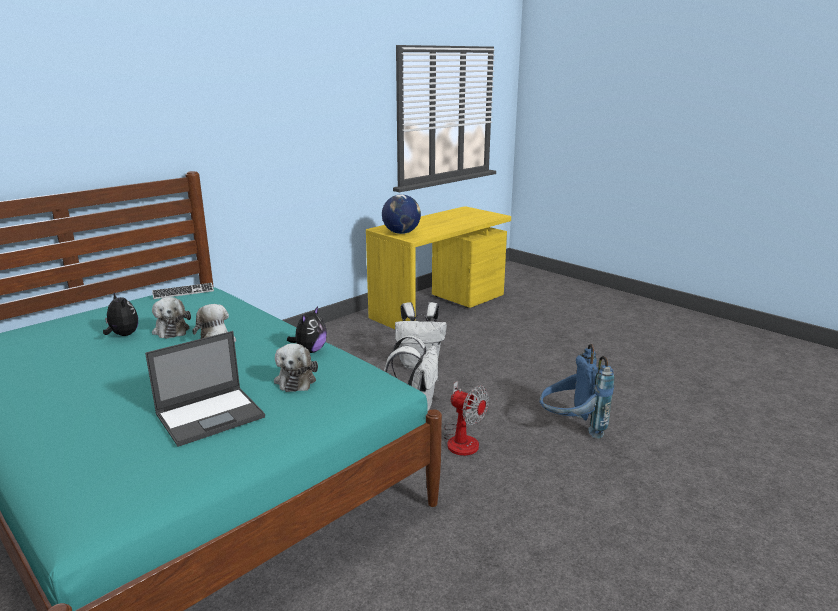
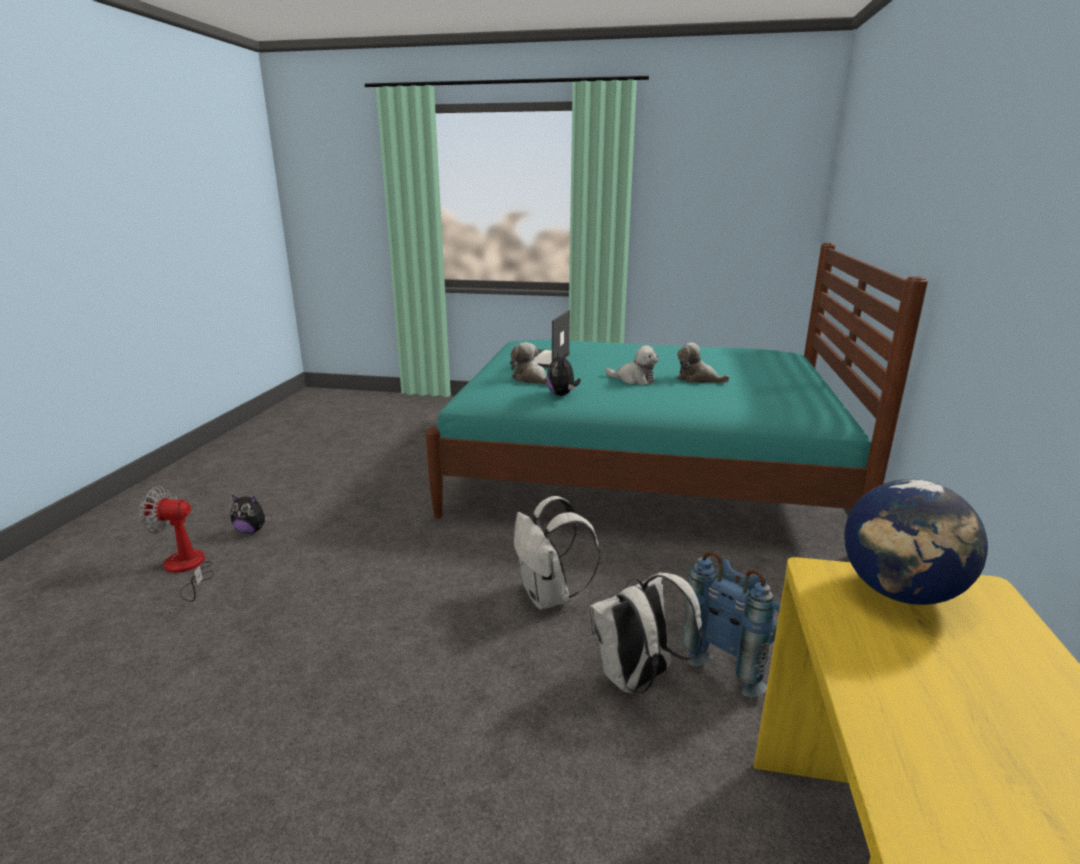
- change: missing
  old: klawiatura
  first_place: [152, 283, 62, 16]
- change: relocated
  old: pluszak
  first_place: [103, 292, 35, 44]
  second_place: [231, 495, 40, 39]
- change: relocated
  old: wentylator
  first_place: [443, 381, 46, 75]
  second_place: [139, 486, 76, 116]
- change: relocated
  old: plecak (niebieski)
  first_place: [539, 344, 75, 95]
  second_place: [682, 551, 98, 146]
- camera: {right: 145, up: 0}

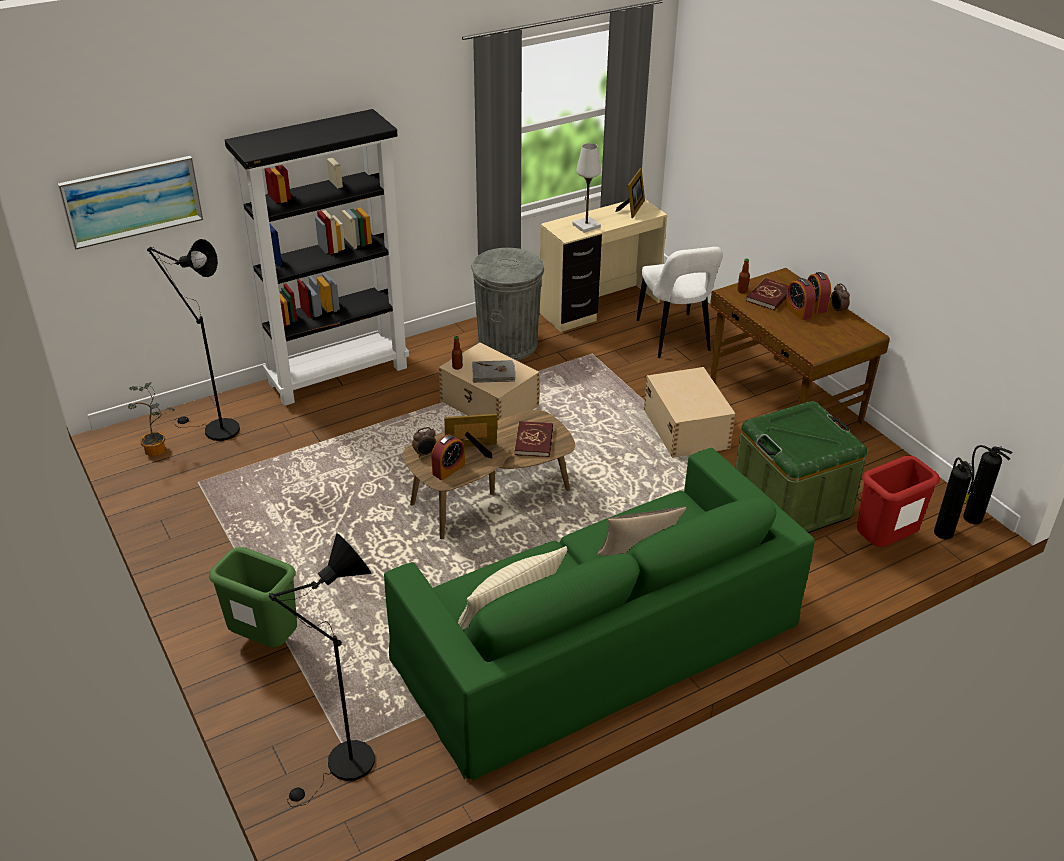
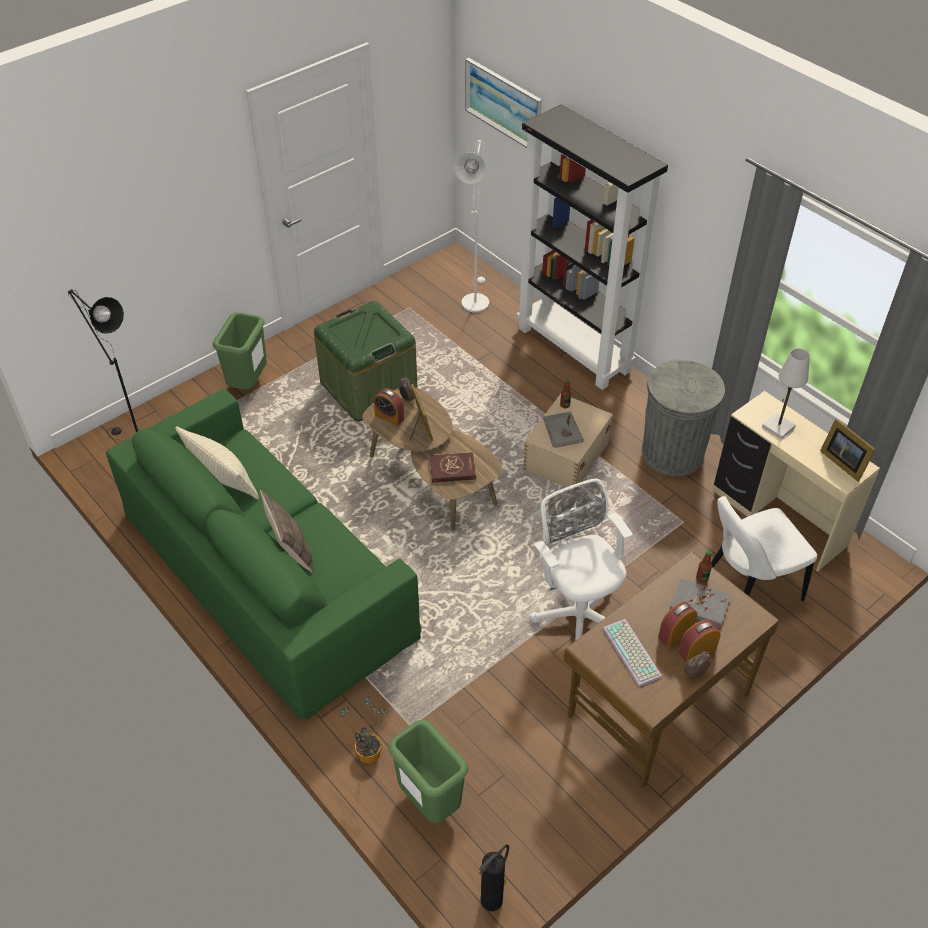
- change: missing
  old: gaśnica
  first_place: [934, 457, 39, 83]
- change: appeared
  new: klawiatura
  second_place: [603, 619, 59, 68]
- change: relocated
  old: roślina doniczkowa
  first_place: [128, 382, 47, 74]
  second_place: [340, 697, 47, 67]
- change: relocated
  old: pojemnik do przechowywania (zielony)
  first_place: [735, 401, 132, 132]
  second_place: [314, 301, 104, 120]
- change: exchanged
  old: pojemnik do przechowywania (beżowy)
  new: krzesło biurowe (biały)
  first_place: [644, 367, 91, 91]
  second_place: [530, 479, 103, 162]
- change: colour
  old: lampa stojąca (czarny)
  new: lampa stojąca (biały)
  first_place: [147, 239, 93, 202]
  second_place: [455, 140, 34, 173]
- change: colour
  old: książka (czerwony)
  new: książka (szary)
  first_place: [746, 278, 43, 33]
  second_place: [669, 578, 62, 50]
- change: colour
  old: kosz na śmieci (czerwony)
  new: kosz na śmieci (zielony)
  first_place: [857, 456, 83, 91]
  second_place: [388, 720, 80, 103]
- change: spun
  old: ramka na zdjęcie
  first_place: [616, 168, 29, 50]
  second_place: [820, 419, 56, 63]
  degrees: 45
- camera: {right: 80, up: 10}

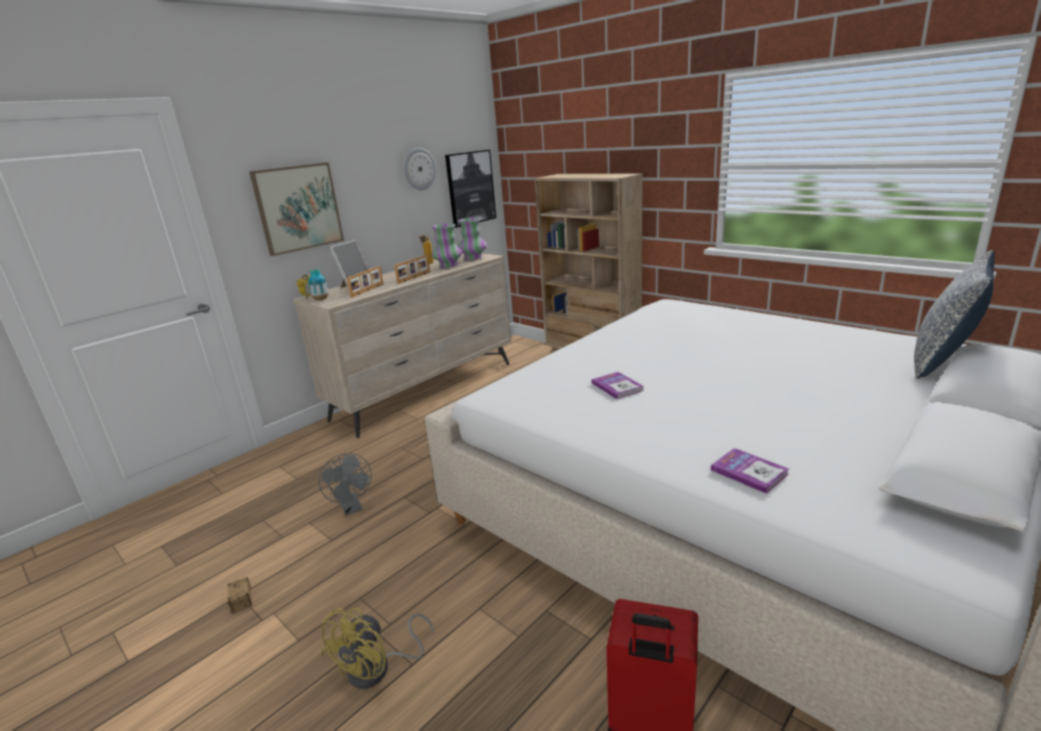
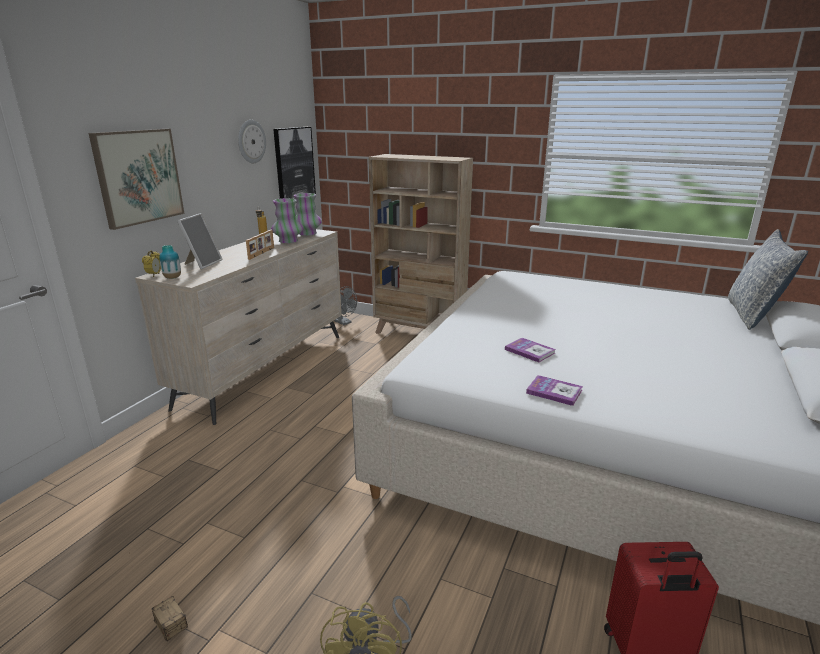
- change: missing
  old: ramka na zdjęcie
  first_place: [347, 266, 37, 32]
- change: relocated
  old: wentylator (szary)
  first_place: [319, 453, 53, 63]
  second_place: [334, 286, 23, 39]
- change: relocated
  old: książka
  first_place: [711, 448, 78, 46]
  second_place: [526, 375, 57, 31]
- camera: {right: -20, up: 0}

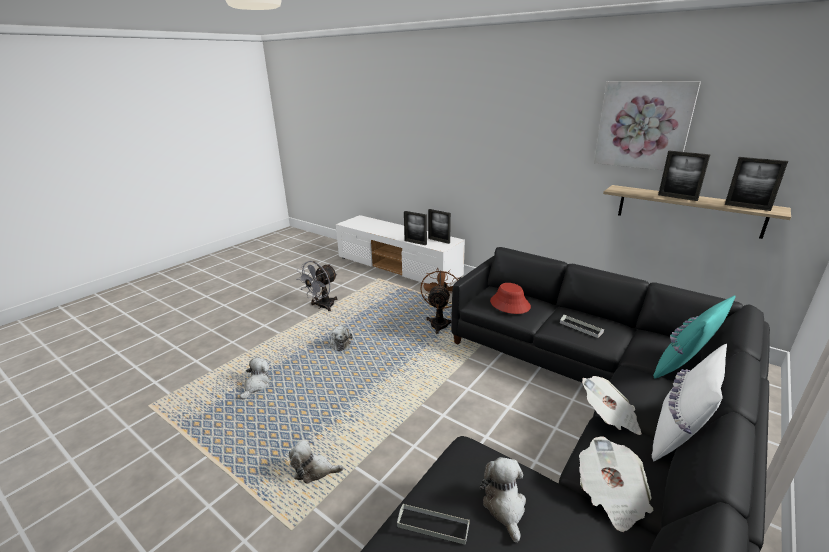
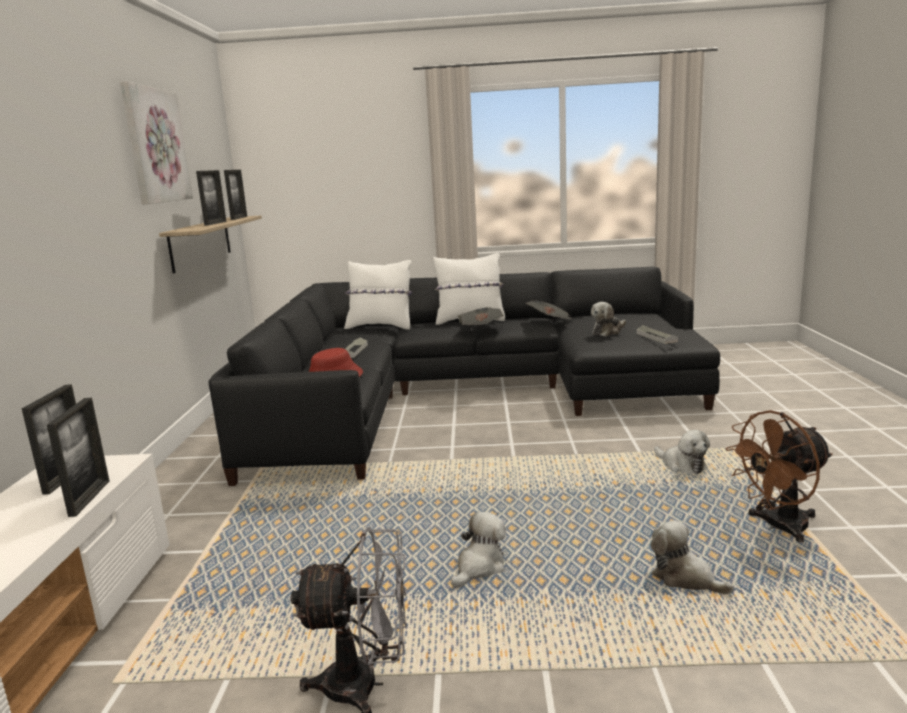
- change: relocated
  old: wentylator (brązowy)
  first_place: [420, 268, 40, 66]
  second_place: [725, 410, 108, 133]
- change: colour
  old: poduszka (turkusowy)
  new: poduszka (biały)
  first_place: [653, 295, 83, 84]
  second_place: [344, 260, 68, 70]
- change: spun
  old: pluszak
  first_place: [240, 358, 31, 41]
  second_place: [651, 520, 83, 75]
  degrees: 60
- camera: {right: -125, up: -10}

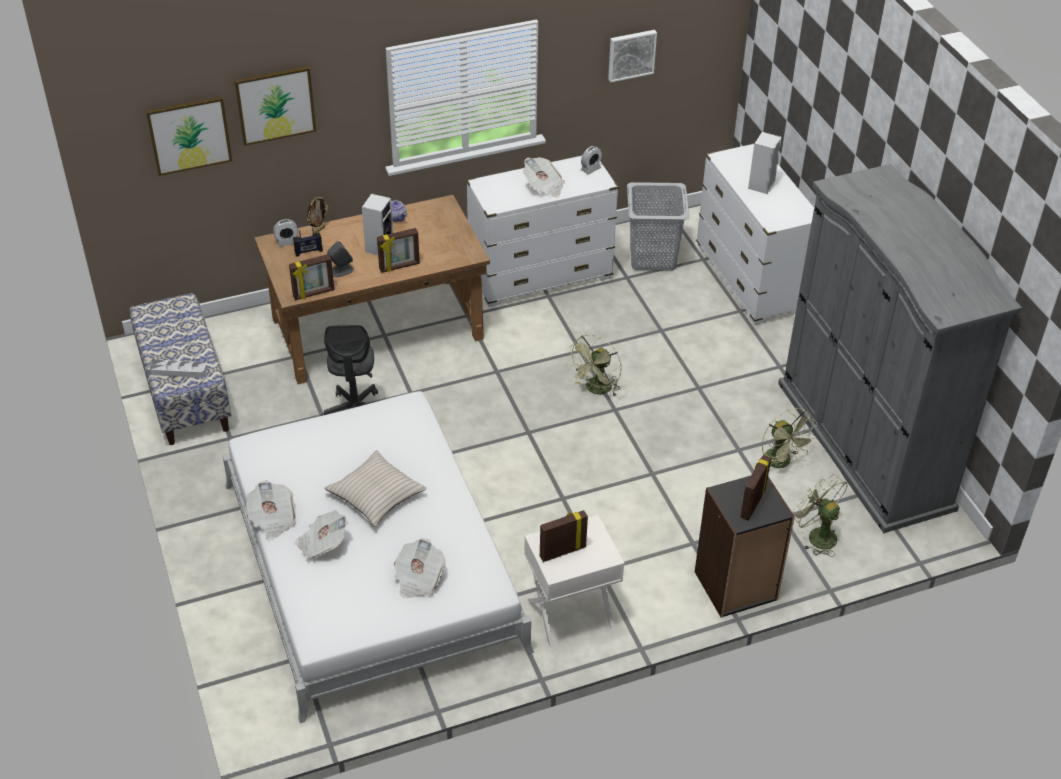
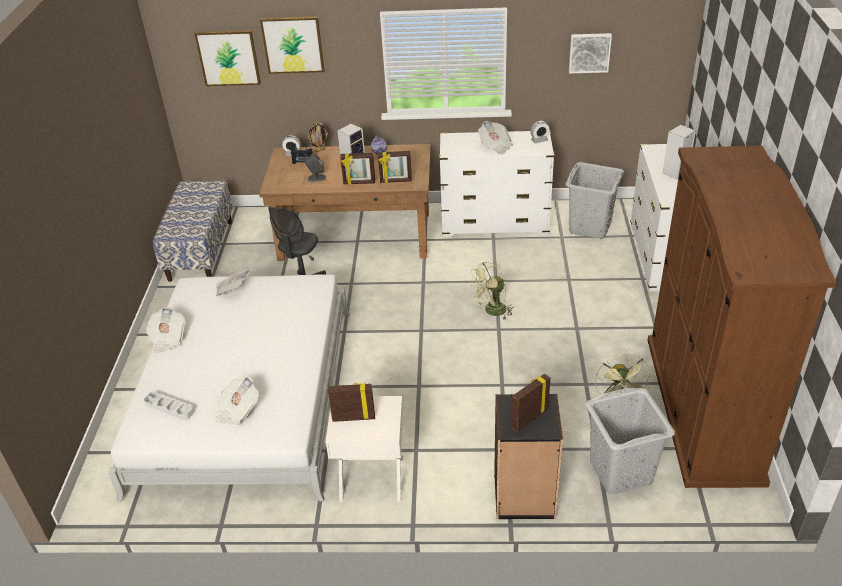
- change: missing
  old: poduszka (beżowy)
  first_place: [324, 450, 103, 77]
- change: relocated
  old: taca (szary)
  first_place: [149, 359, 58, 19]
  second_place: [144, 392, 50, 28]
- change: relocated
  old: ramka na zdjęcie
  first_place: [289, 254, 45, 46]
  second_place: [378, 151, 34, 32]
- change: relocated
  old: gazeta
  first_place: [295, 510, 53, 50]
  second_place: [216, 267, 33, 29]
- change: exchanged
  old: wentylator (zielony)
  new: kosz na pranie (szary)
  first_place: [792, 474, 56, 83]
  second_place: [586, 388, 89, 107]
- change: colour
  old: szafa (szary)
  new: szafa (brązowy)
  first_place: [778, 164, 244, 369]
  second_place: [648, 146, 189, 342]
- camera: {right: 25, up: -5}

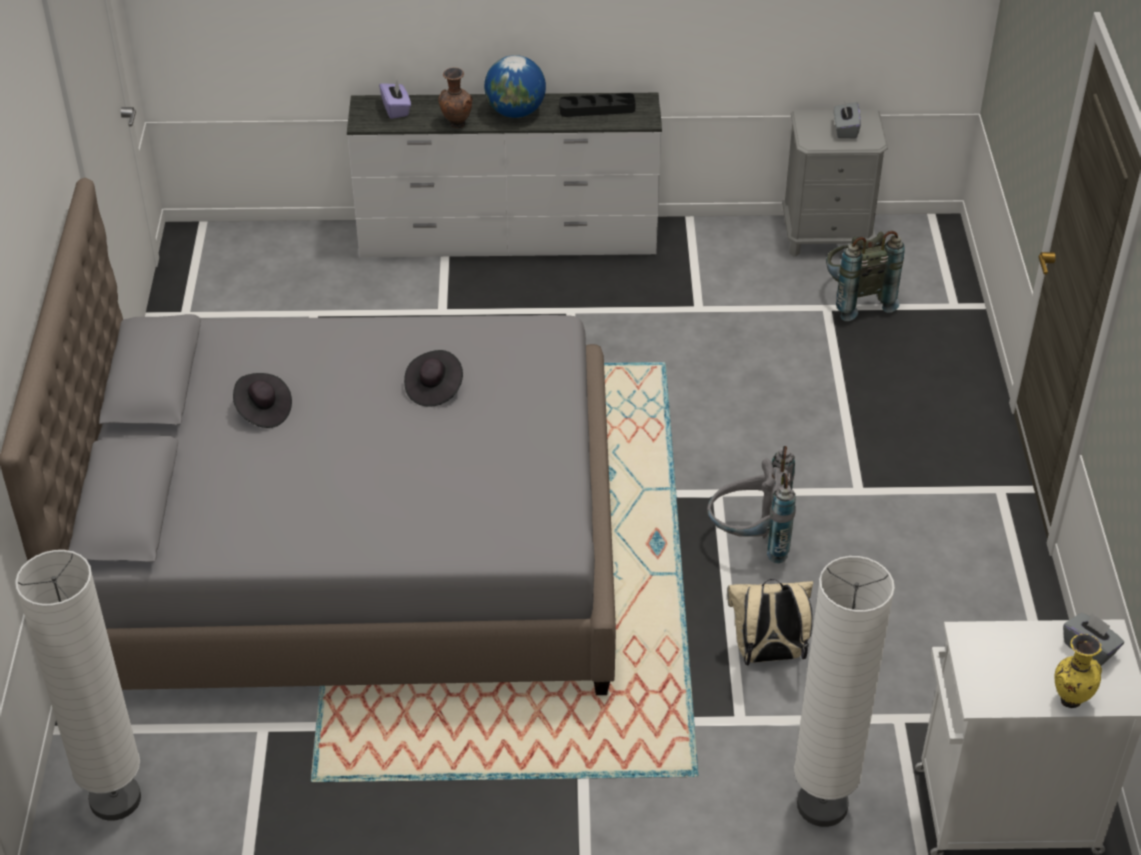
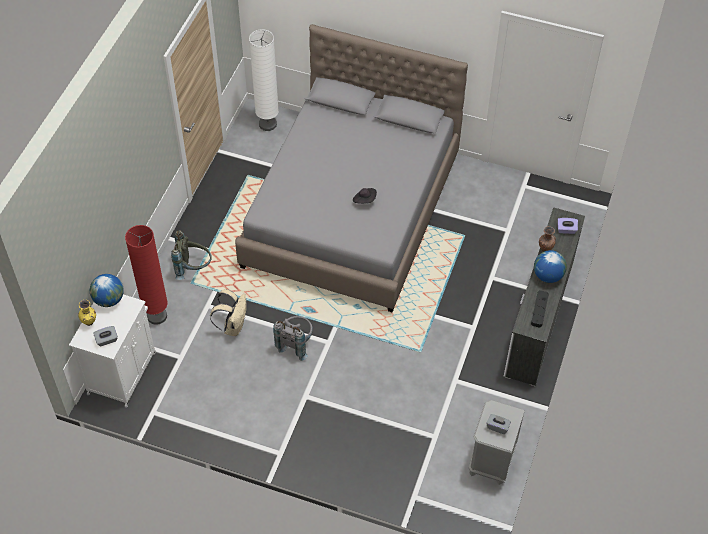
- change: missing
  old: kapelusz (czarny)
  first_place: [233, 373, 59, 55]
- change: appeared
  new: globus
  second_place: [90, 274, 34, 33]
- change: relocated
  old: plecak (szary)
  first_place: [826, 231, 79, 90]
  second_place: [171, 230, 41, 50]
- change: colour
  old: lampa stojąca (biały)
  new: lampa stojąca (czerwony)
  first_place: [794, 556, 101, 271]
  second_place: [125, 225, 43, 100]
- camera: {right: 110, up: 10}

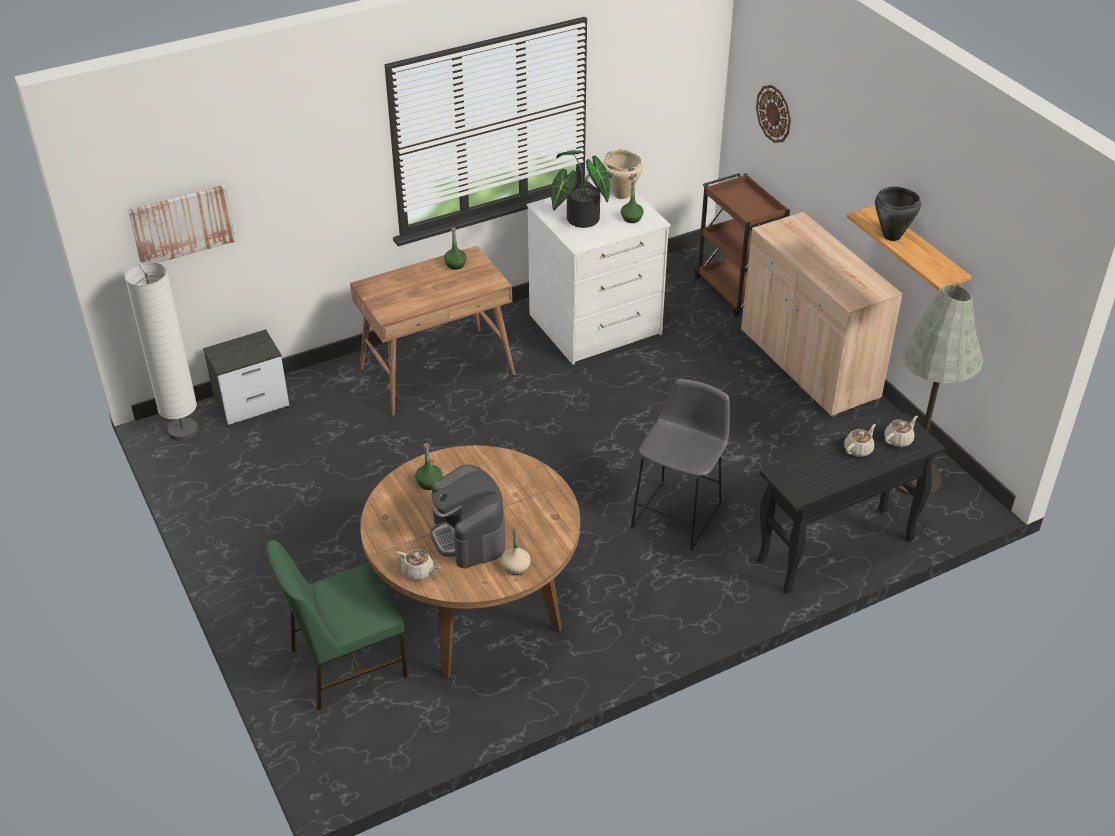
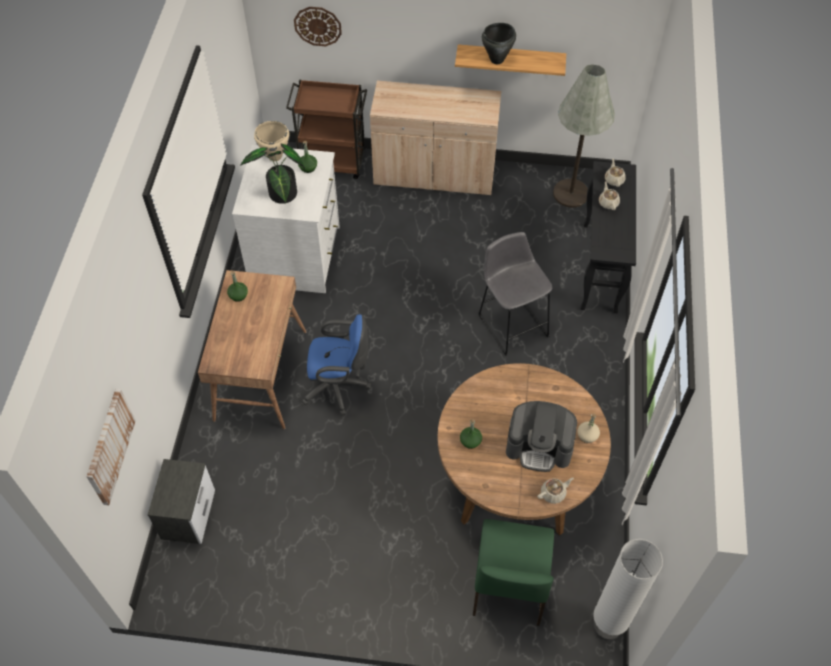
- change: appeared
  new: krzesło biurowe (niebieski)
  second_place: [302, 314, 69, 101]
- change: relocated
  old: lampa stojąca (biały)
  first_place: [124, 261, 74, 180]
  second_place: [593, 539, 70, 102]
- camera: {right: -55, up: 15}

